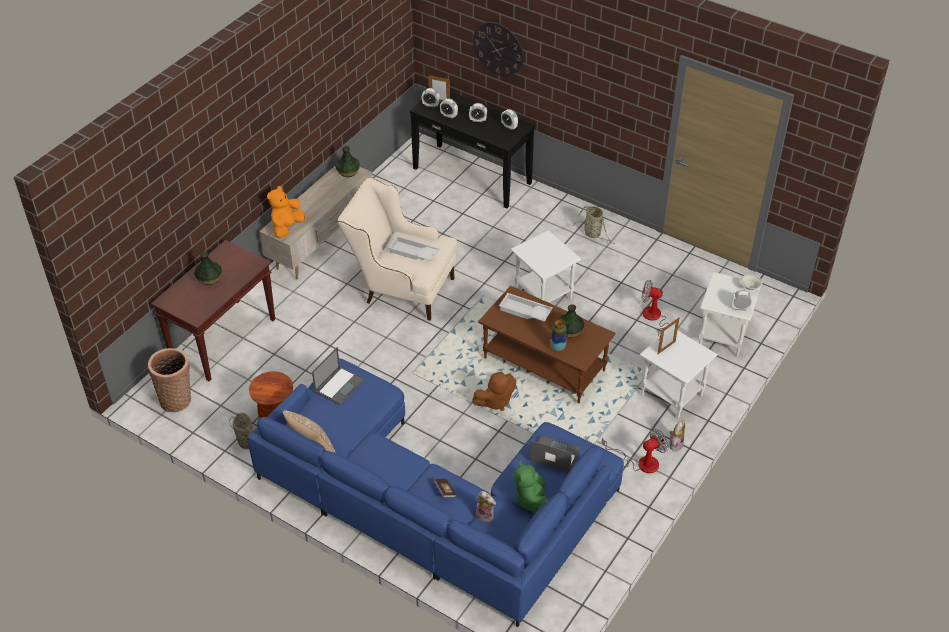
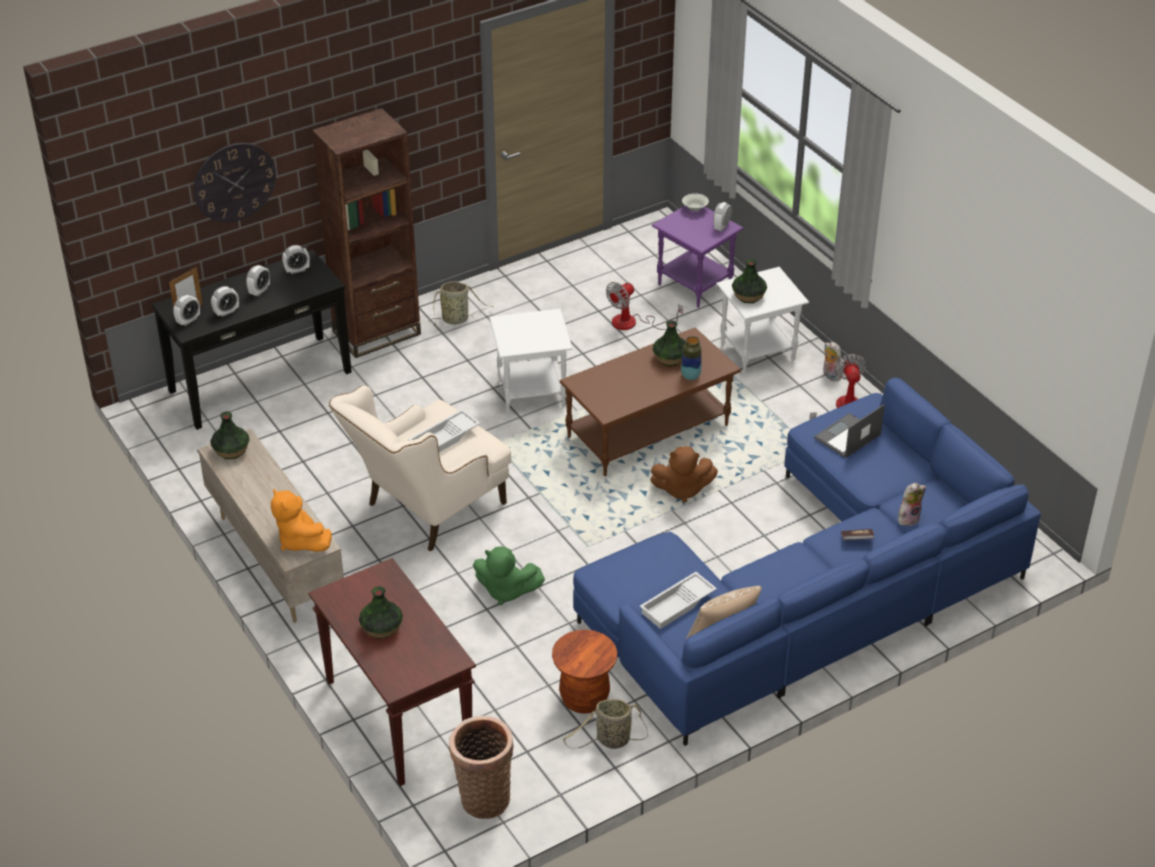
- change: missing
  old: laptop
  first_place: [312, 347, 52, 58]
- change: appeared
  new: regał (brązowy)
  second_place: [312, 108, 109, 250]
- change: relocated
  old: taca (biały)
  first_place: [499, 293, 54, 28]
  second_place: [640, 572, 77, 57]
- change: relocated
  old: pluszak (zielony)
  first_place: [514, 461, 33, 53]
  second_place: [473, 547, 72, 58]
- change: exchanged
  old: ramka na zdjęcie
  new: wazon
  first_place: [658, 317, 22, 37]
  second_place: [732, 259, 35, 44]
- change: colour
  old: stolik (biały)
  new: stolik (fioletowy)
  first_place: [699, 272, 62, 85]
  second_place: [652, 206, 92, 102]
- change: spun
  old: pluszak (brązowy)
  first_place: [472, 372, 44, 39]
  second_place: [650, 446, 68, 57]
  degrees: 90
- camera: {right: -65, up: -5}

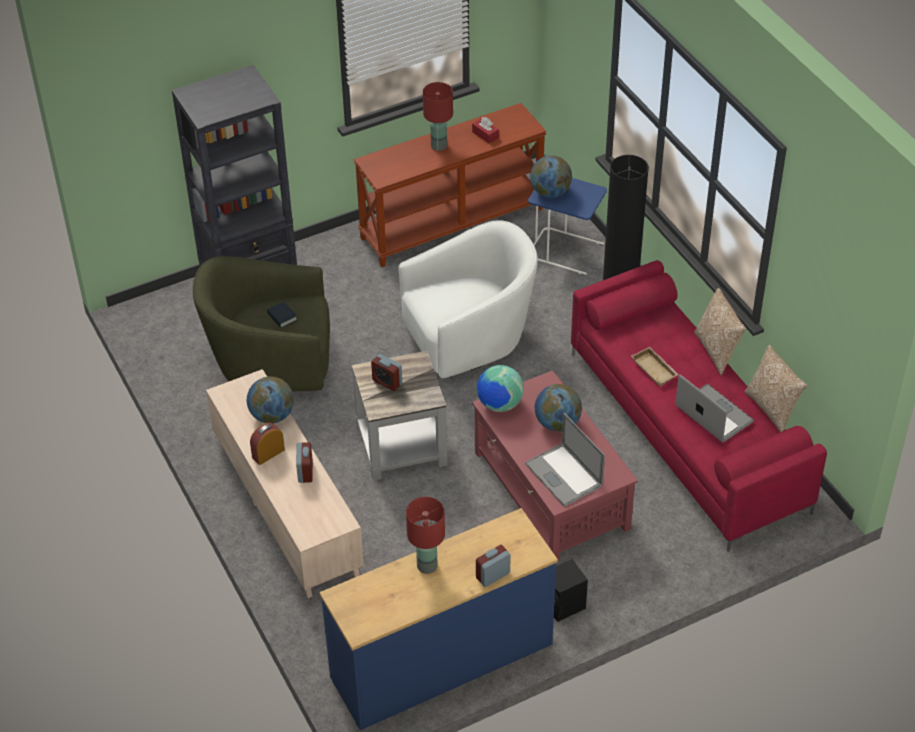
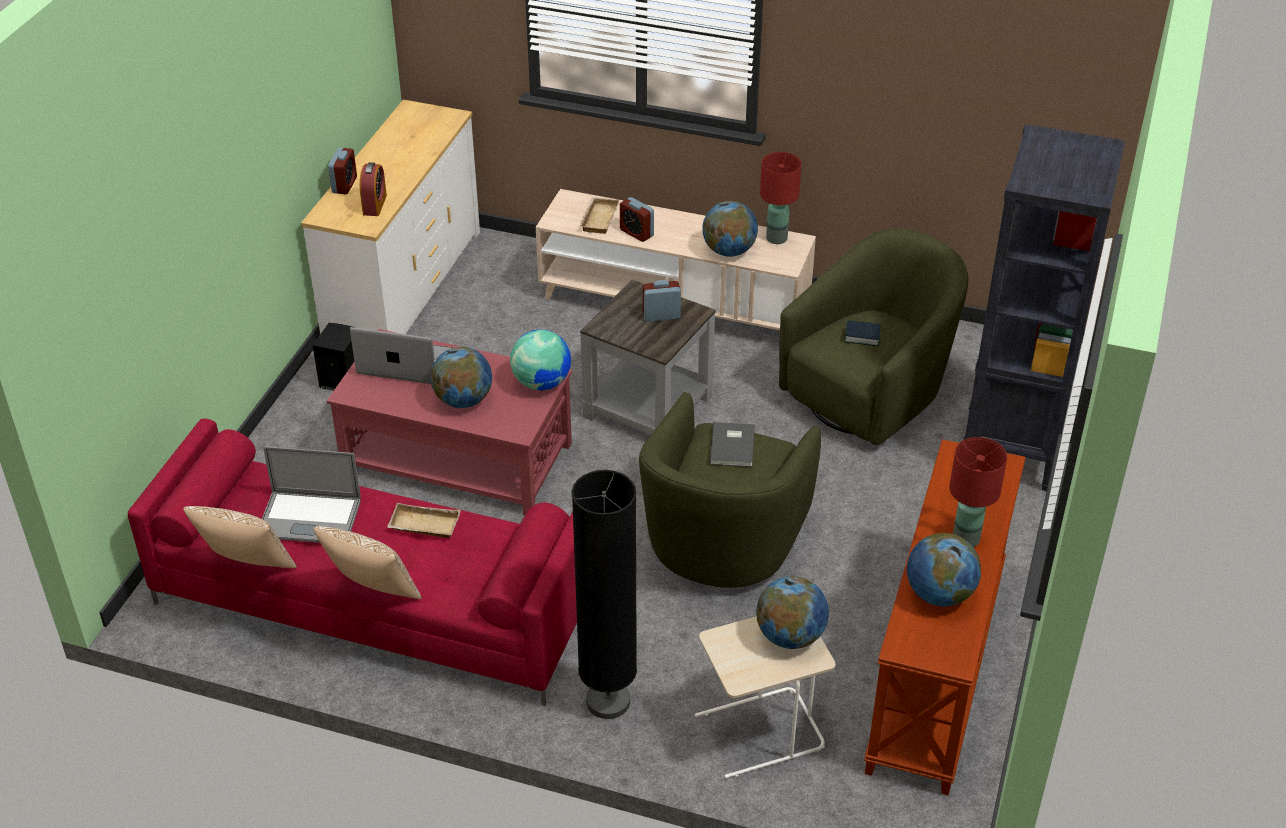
- change: appeared
  new: taca (beżowy)
  second_place: [579, 197, 40, 37]
- change: appeared
  new: książka (szary)
  second_place: [710, 422, 45, 45]
- change: relocated
  old: budzik
  first_place: [250, 423, 35, 42]
  second_place: [360, 162, 27, 54]
- change: relocated
  old: lampa stołowa (czerwony)
  first_place: [406, 497, 39, 77]
  second_place: [760, 152, 42, 92]
- change: exchanged
  old: pudełko chusteczek (czerwony)
  new: globus
  first_place: [472, 117, 27, 26]
  second_place: [907, 533, 74, 74]
- change: colour
  old: komoda (niebieski)
  new: komoda (biały)
  first_place: [320, 508, 238, 222]
  second_place: [301, 100, 179, 234]
- change: colour
  old: fotel (biały)
  new: fotel (zielony)
  first_place: [398, 220, 140, 158]
  second_place: [639, 392, 182, 196]
- change: colour
  old: stolik (niebieski)
  new: stolik (beżowy)
  first_place: [528, 178, 79, 97]
  second_place: [695, 616, 140, 162]
- camera: {right: 135, up: -5}

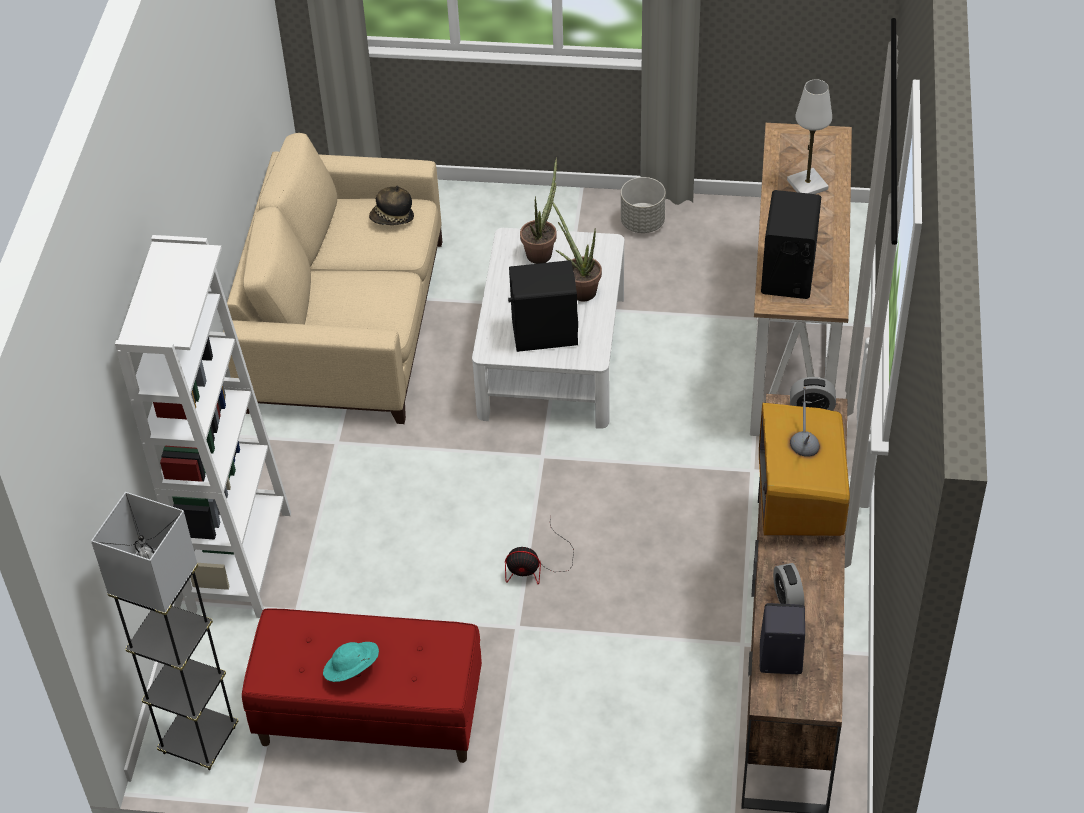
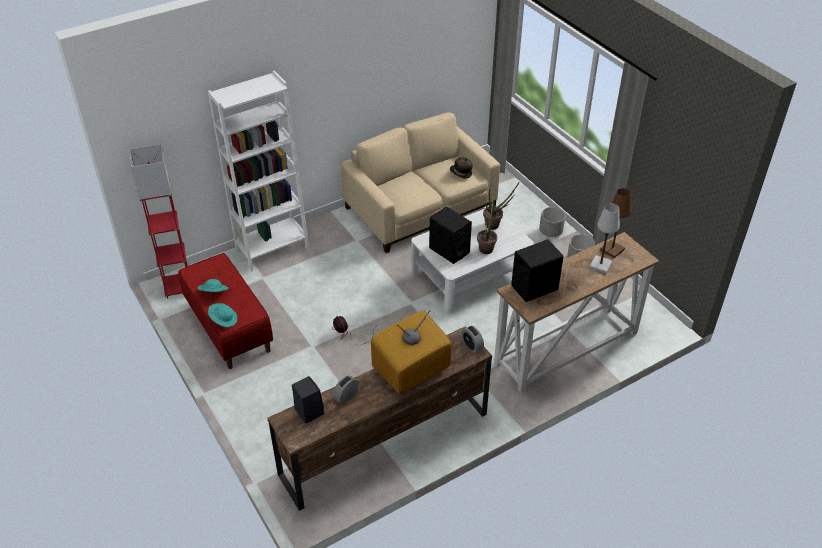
- change: appeared
  new: kapelusz (turkusowy)
  second_place: [208, 303, 29, 24]
- change: appeared
  new: donica (szary)
  second_place: [539, 207, 27, 30]
- change: appeared
  new: lampa stołowa (brązowy)
  second_place: [600, 188, 31, 70]
- change: colour
  old: lampa stojąca (szary)
  new: lampa stojąca (czerwony)
  first_place: [91, 492, 147, 278]
  second_place: [130, 144, 58, 155]
- camera: {right: 50, up: -5}

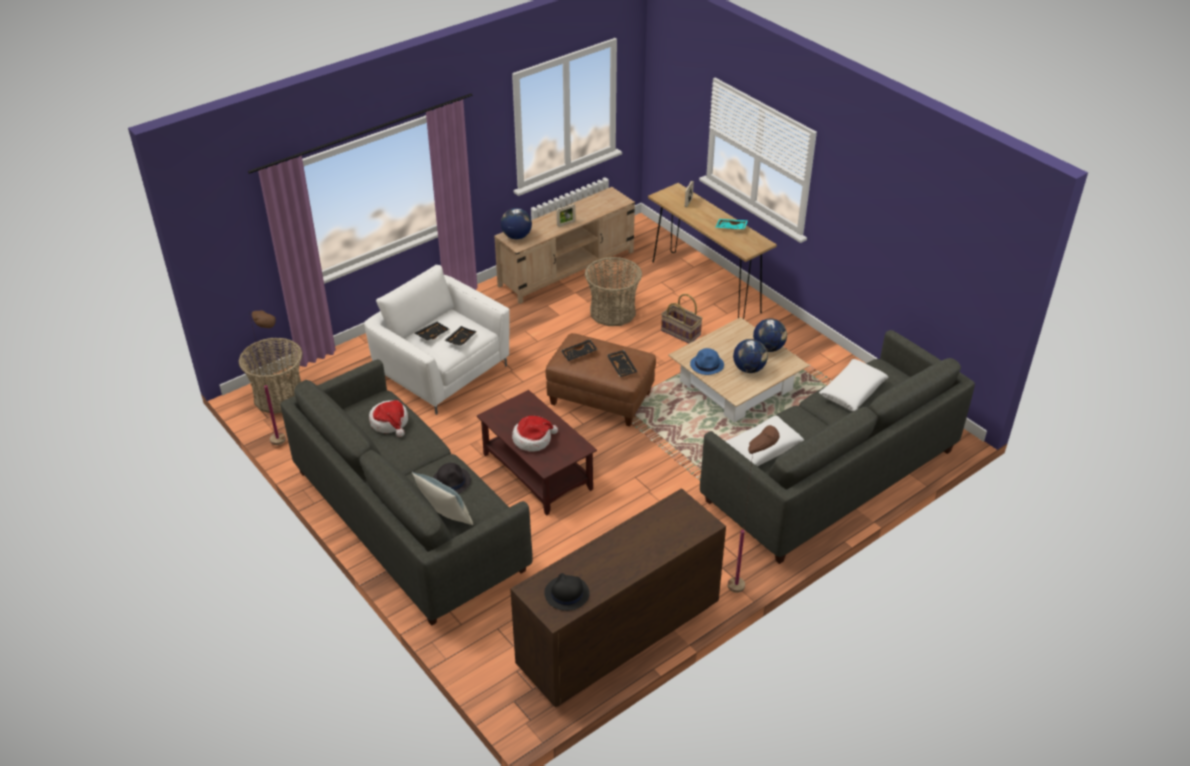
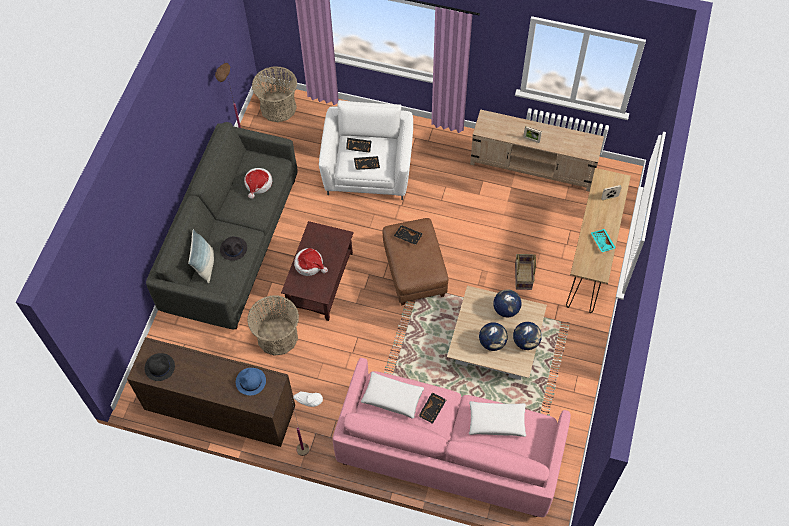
- change: relocated
  old: globus
  first_place: [501, 208, 31, 31]
  second_place: [493, 289, 29, 28]
- change: relocated
  old: koszyk
  first_place: [584, 257, 58, 69]
  second_place: [247, 296, 52, 60]
- change: relocated
  old: taca (czarny)
  first_place: [607, 350, 30, 27]
  second_place: [419, 392, 27, 32]
- change: relocated
  old: kapelusz (niebieski)
  first_place: [690, 348, 34, 27]
  second_place: [236, 368, 30, 28]
- change: colour
  old: kanapa (szary)
  new: kanapa (różowy)
  first_place: [700, 330, 275, 234]
  second_place: [332, 358, 239, 159]
- change: colour
  old: lampa stojąca (brązowy)
  new: lampa stojąca (biały)
  first_place: [728, 425, 52, 168]
  second_place: [292, 392, 31, 64]
- camera: {right: 55, up: 20}

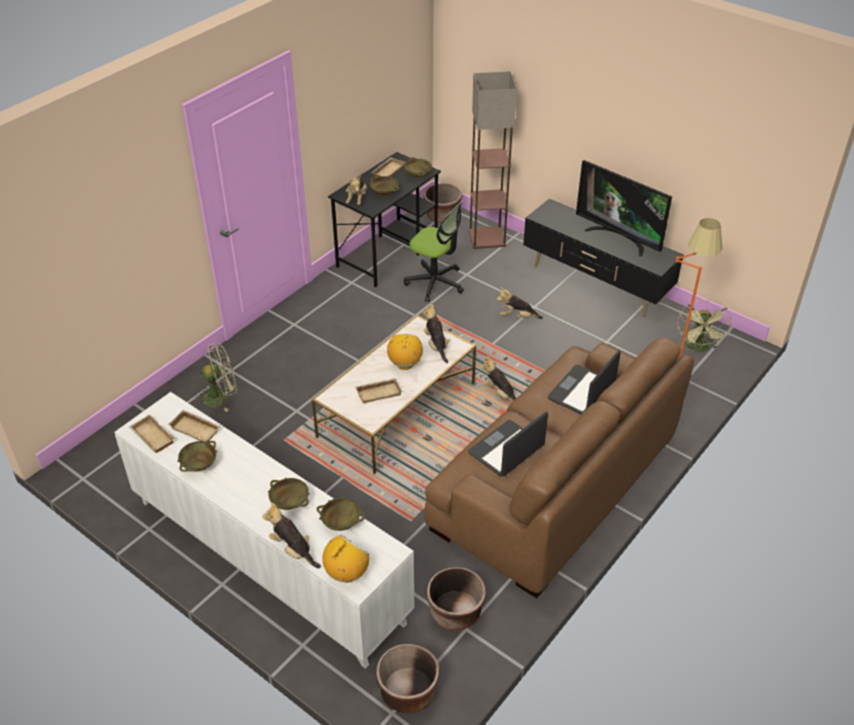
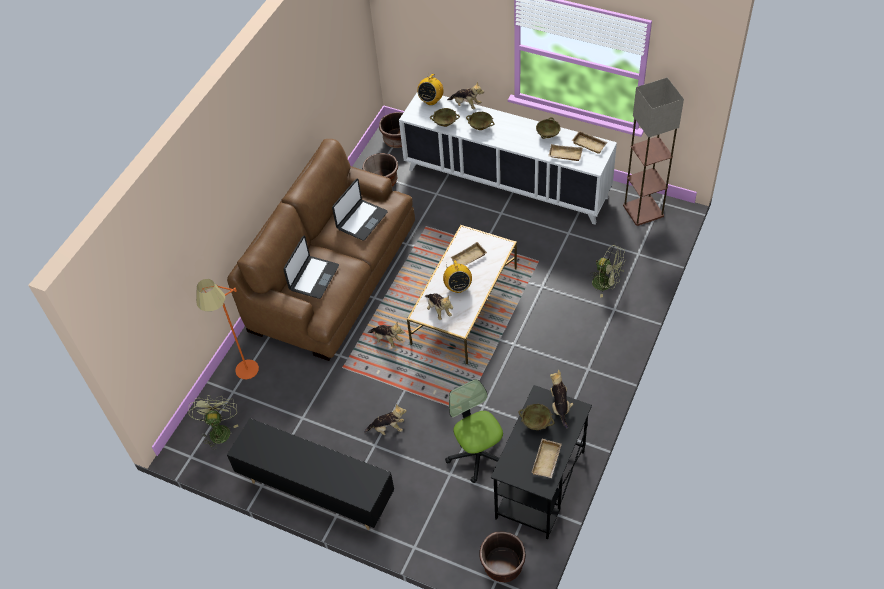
- change: missing
  old: miska (beżowy)
  first_place: [404, 157, 28, 21]
- change: missing
  old: telewizor
  first_place: [576, 160, 96, 97]
- change: relocated
  old: lampa stojąca
  first_place: [469, 71, 48, 178]
  second_place: [623, 78, 61, 148]
- change: spun
  old: wentylator (zielony)
  first_place: [196, 342, 41, 70]
  second_place: [589, 245, 37, 53]
  degrees: -120
- change: spun
  old: krzesło biurowe
  first_place: [404, 201, 60, 101]
  second_place: [445, 379, 58, 104]
  degrees: 45
- camera: {right: 170, up: 10}

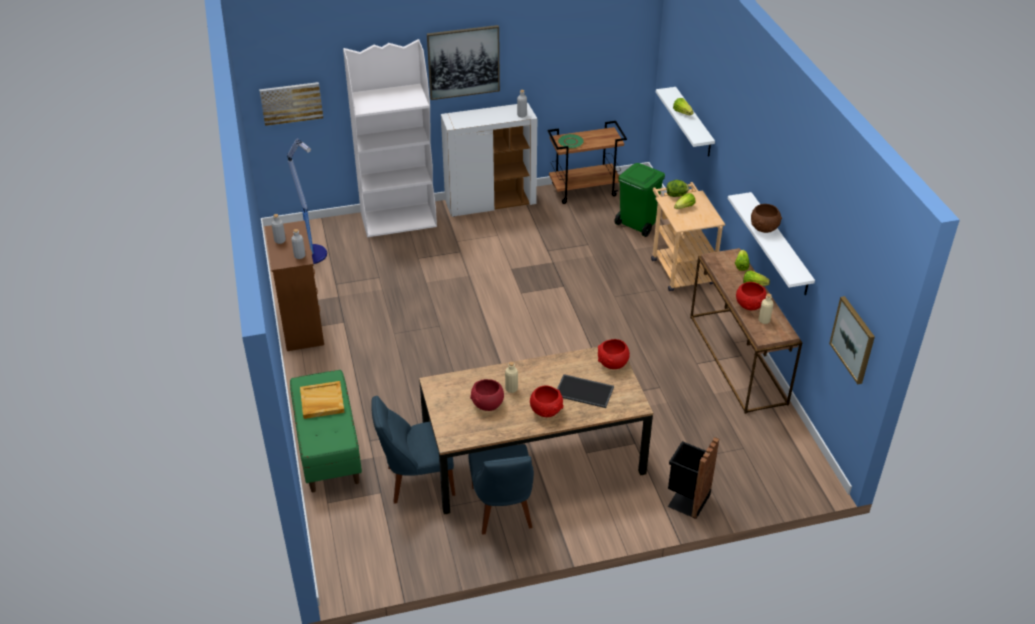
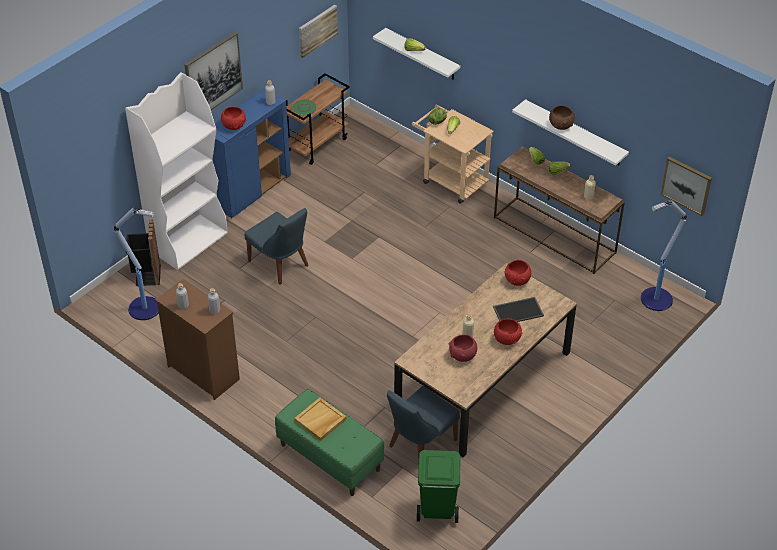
- change: appeared
  new: lampa stojąca
  second_place: [641, 199, 46, 112]
- change: relocated
  old: obraz
  first_place: [259, 82, 64, 44]
  second_place: [299, 5, 39, 53]
- change: relocated
  old: krzesło (niebieski)
  first_place: [468, 444, 66, 91]
  second_place: [245, 208, 64, 77]
- change: relocated
  old: kosz na śmieci (zielony)
  first_place: [614, 163, 51, 74]
  second_place: [417, 450, 43, 73]
- change: relocated
  old: kosz na śmieci (czarny)
  first_place: [668, 437, 51, 82]
  second_place: [126, 220, 35, 66]
- change: relocated
  old: miska (czerwony)
  first_place: [736, 282, 31, 28]
  second_place: [221, 107, 26, 23]
- change: colour
  old: szafka (biały)
  new: szafka (niebieski)
  first_place: [441, 103, 96, 114]
  second_place: [213, 89, 78, 129]
- camera: {right: -35, up: 5}

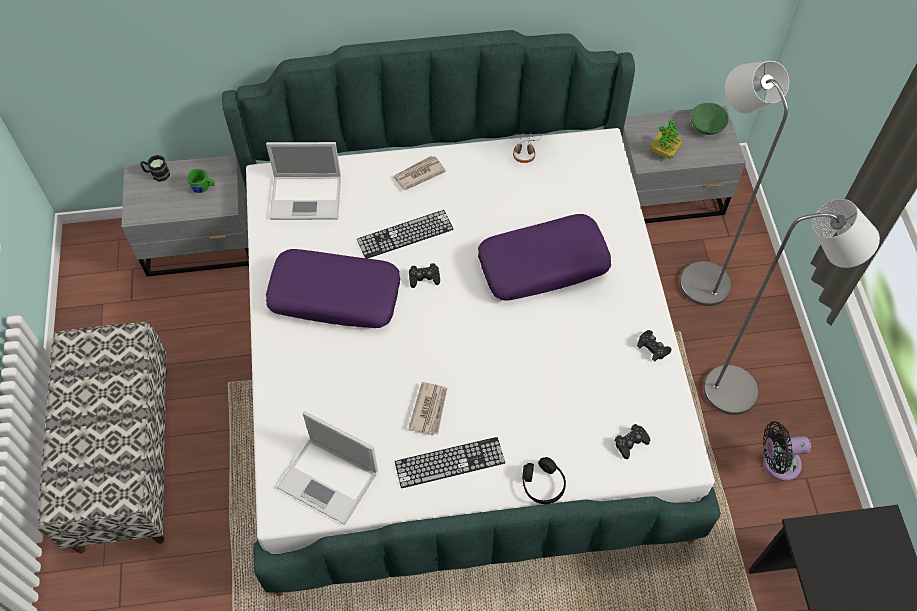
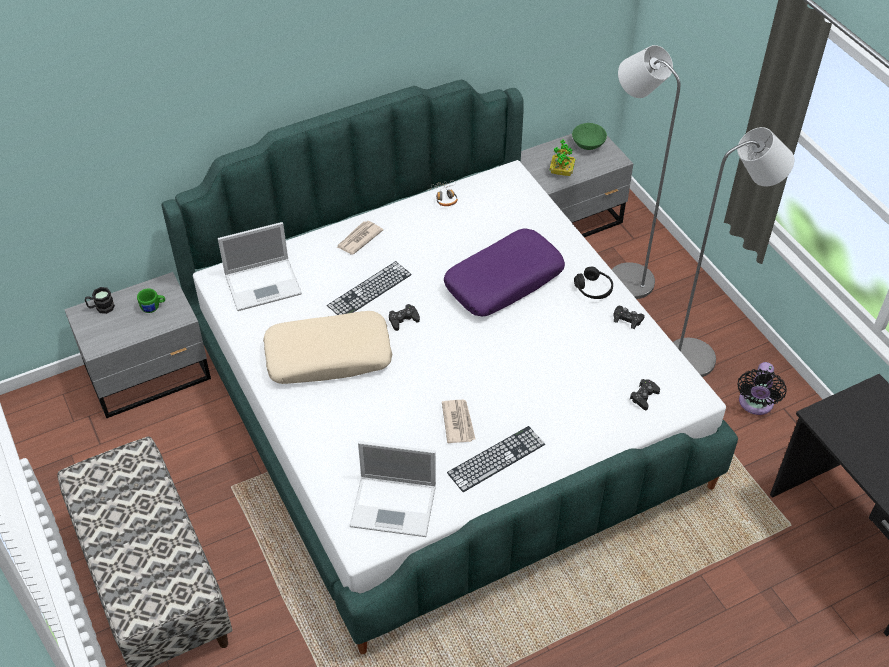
- change: relocated
  old: słuchawki (czarny)
  first_place: [522, 457, 44, 47]
  second_place: [574, 267, 39, 32]
- change: colour
  old: poduszka (fioletowy)
  new: poduszka (beżowy)
  first_place: [266, 249, 134, 79]
  second_place: [263, 311, 129, 73]
- change: spun
  old: wentylator (czarny)
  first_place: [763, 421, 48, 60]
  second_place: [738, 362, 49, 53]
  degrees: -45
- camera: {right: -20, up: -10}

